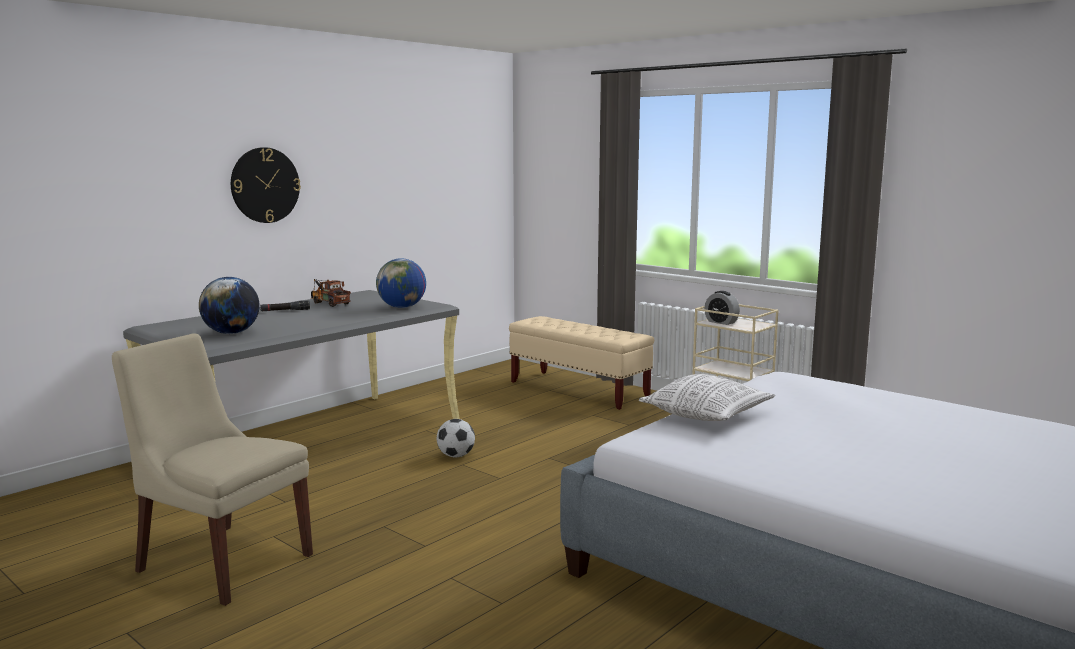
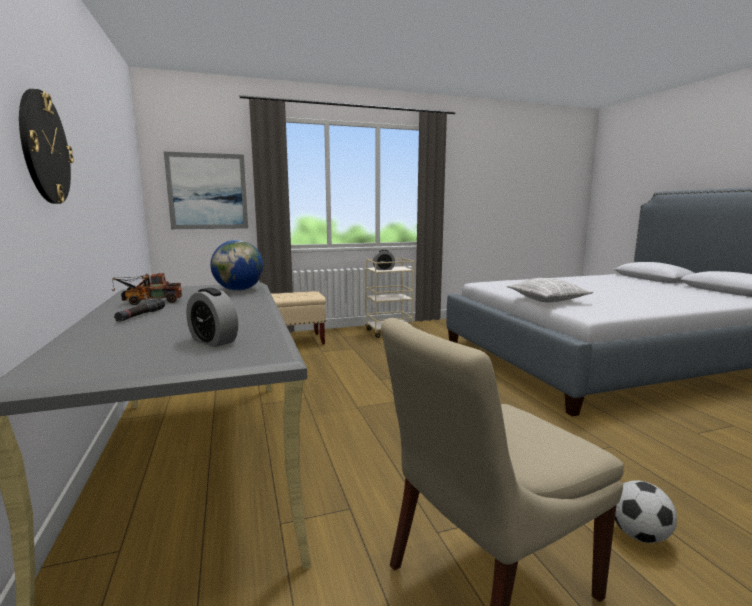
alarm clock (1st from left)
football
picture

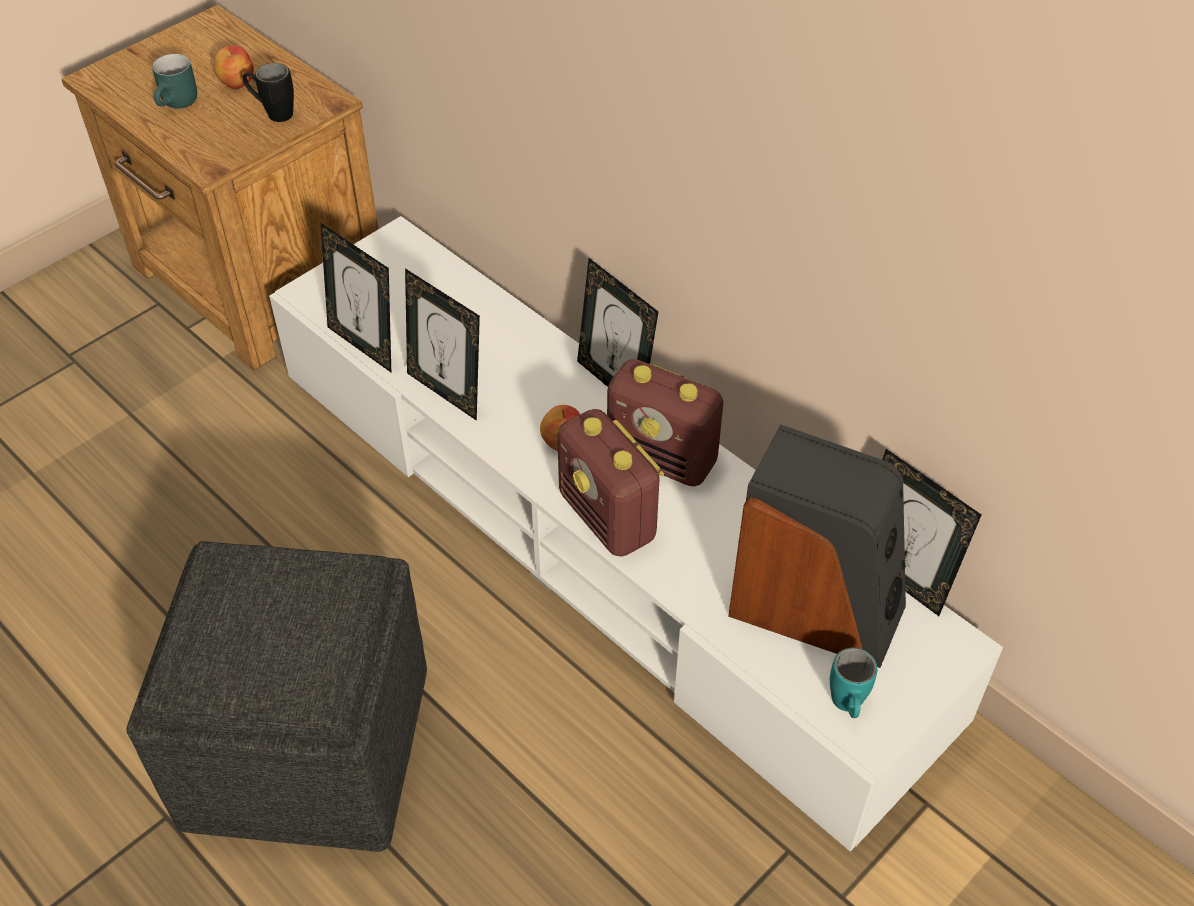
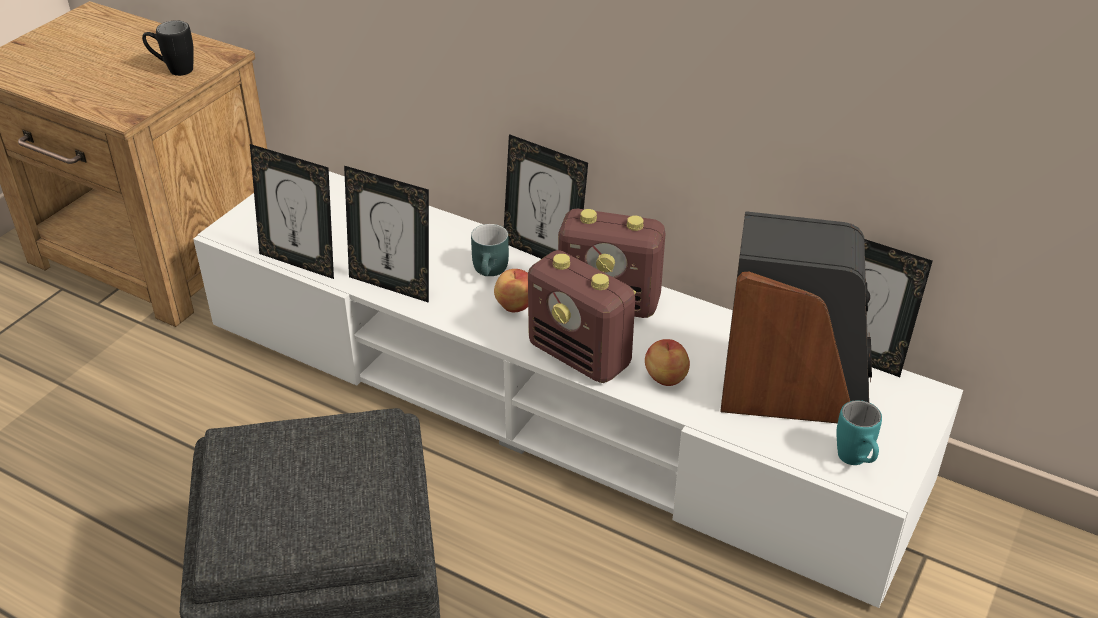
apple (2nd from left)
mug/turquoise (1st from left)

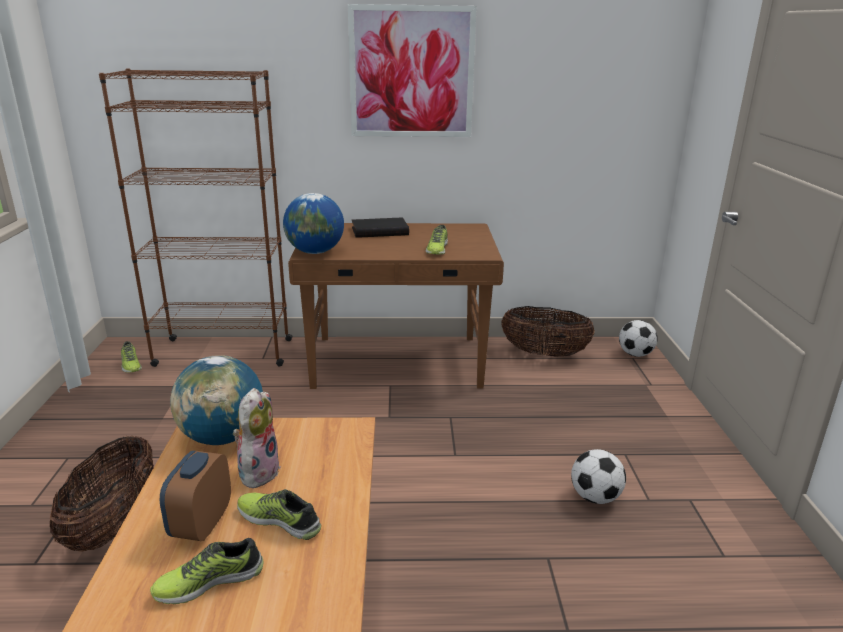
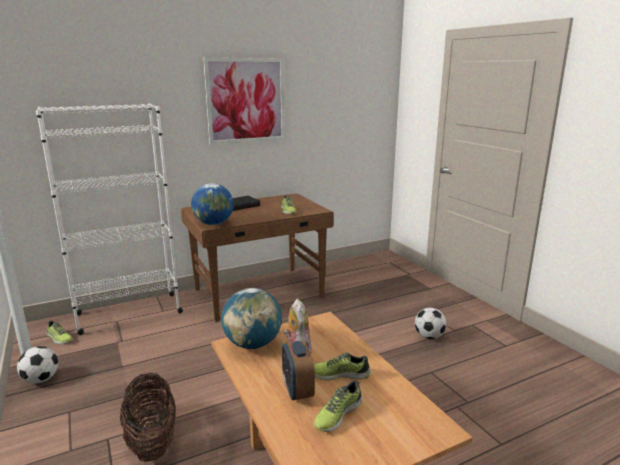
bookcase/white
basket (2nd from left in the first image)
football (1st from left)

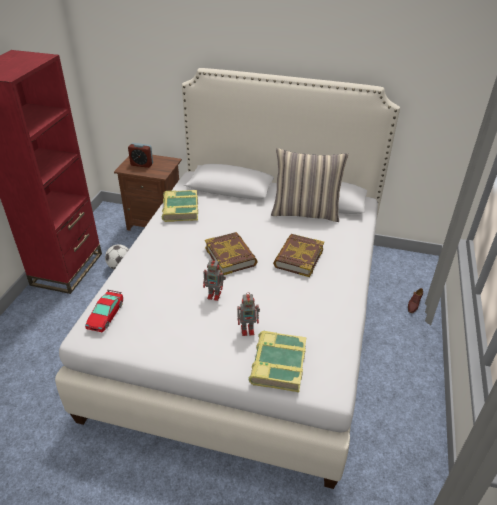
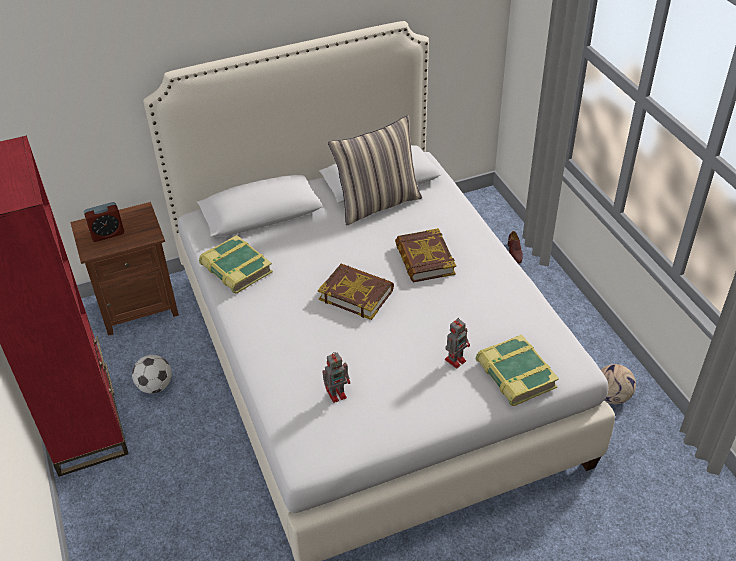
toy robot (1st from left)
toy car
football (2nd from left)

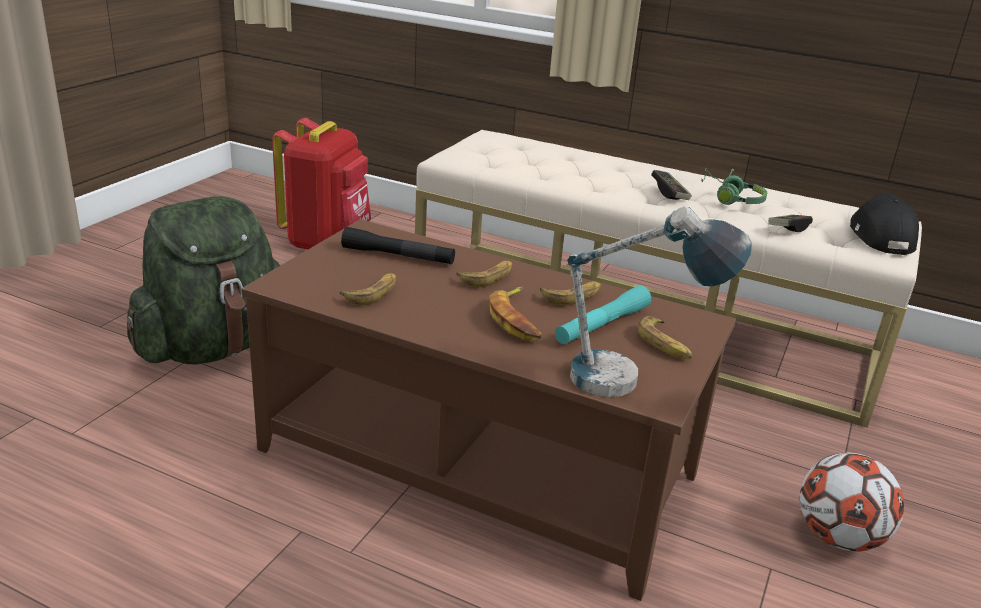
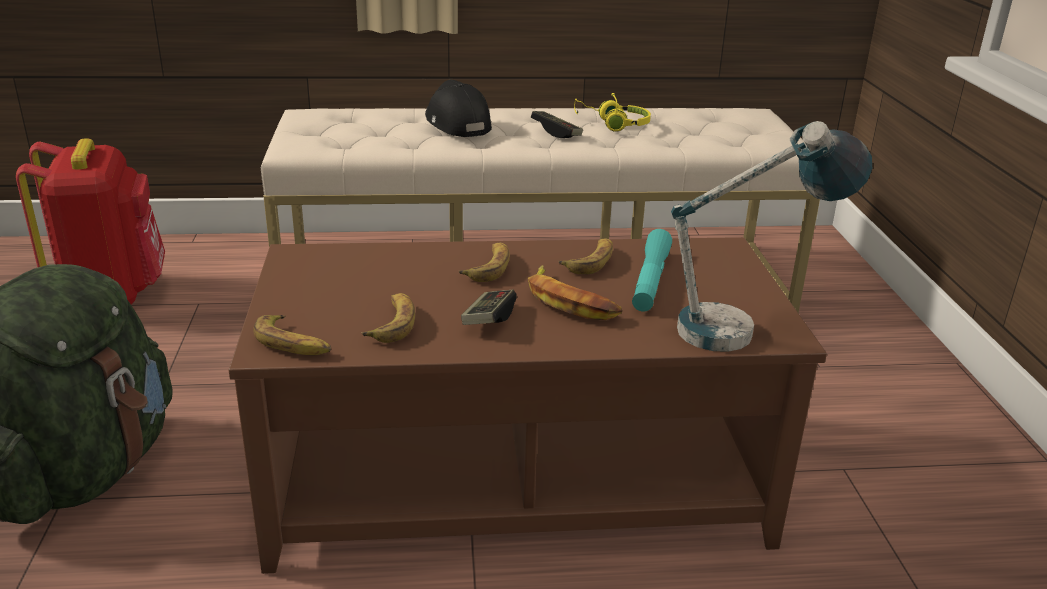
headphones/yellow
cap/black
game controller (1st from left)
flashlight/black
banana (1st from left)
football

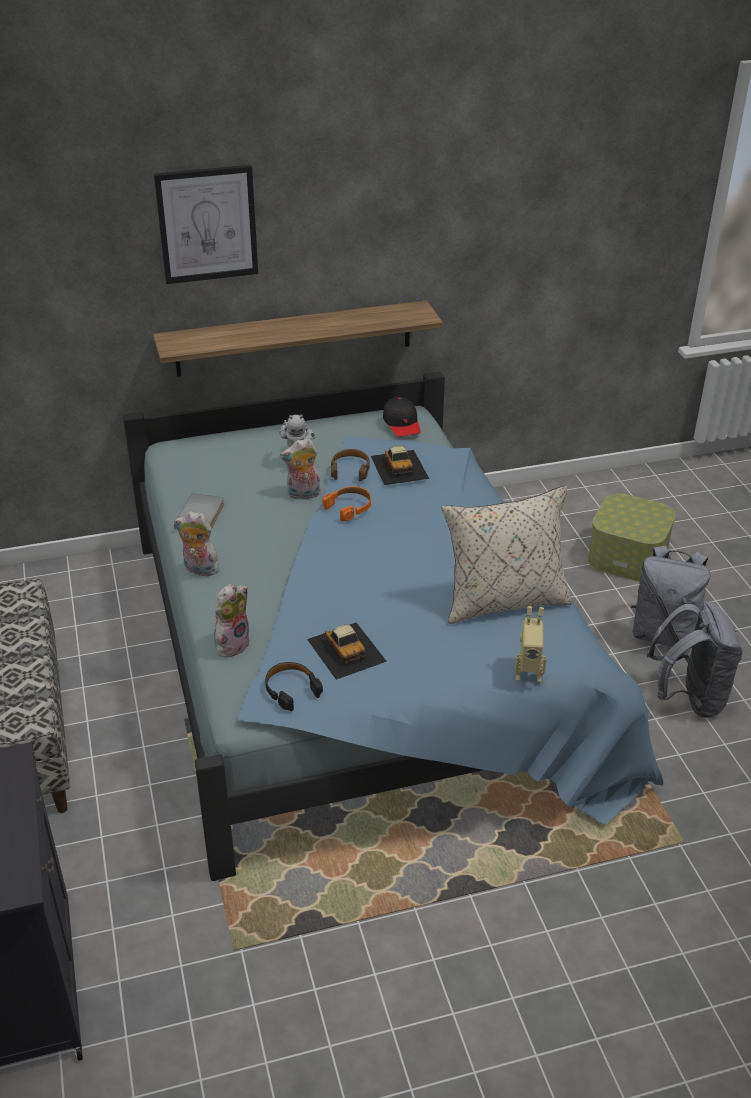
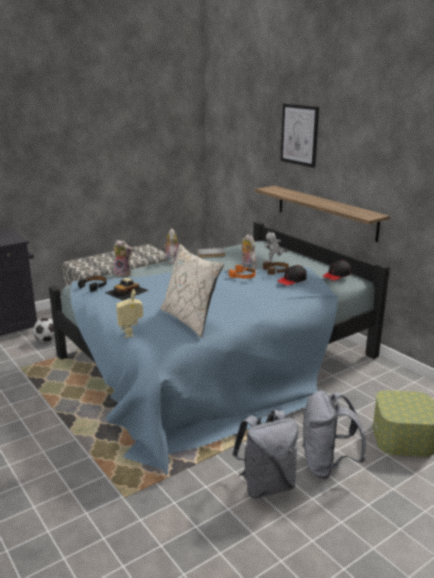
cap/black (1st from left)
football

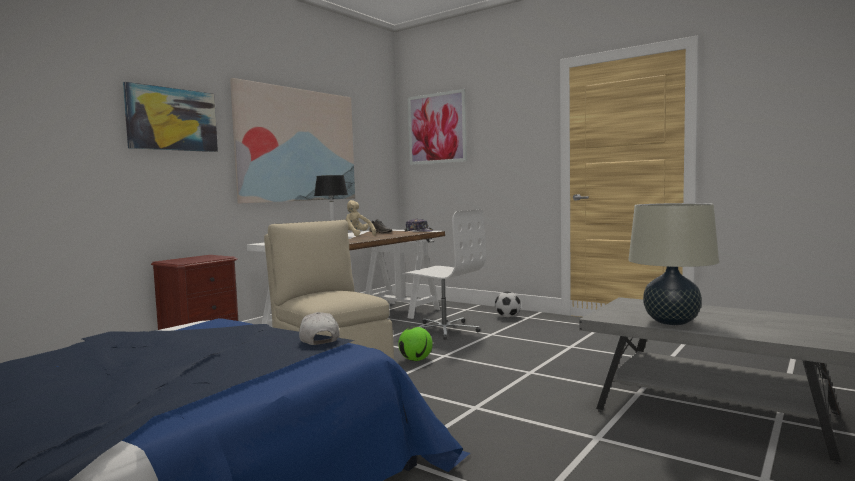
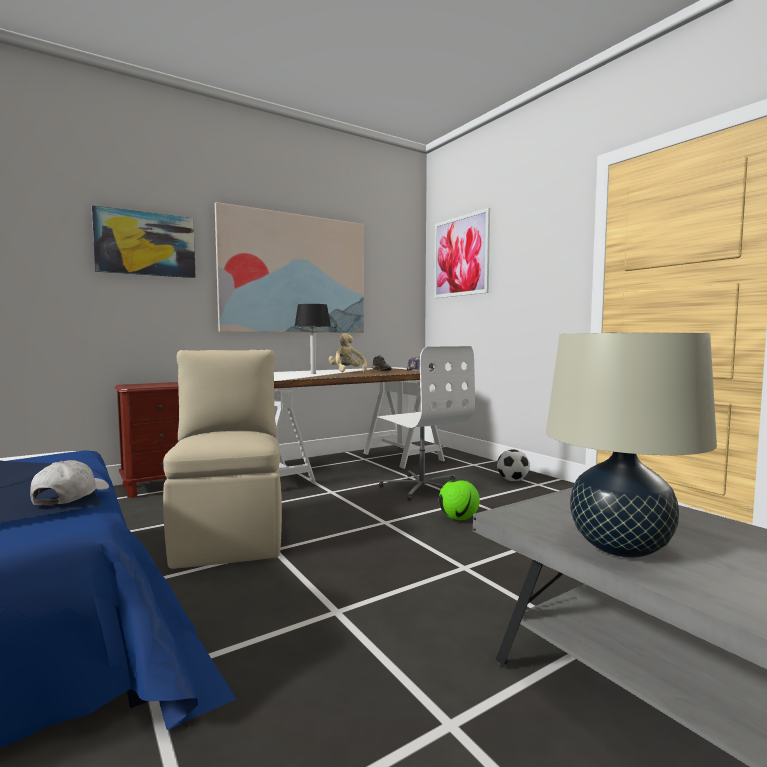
football (1st from left)

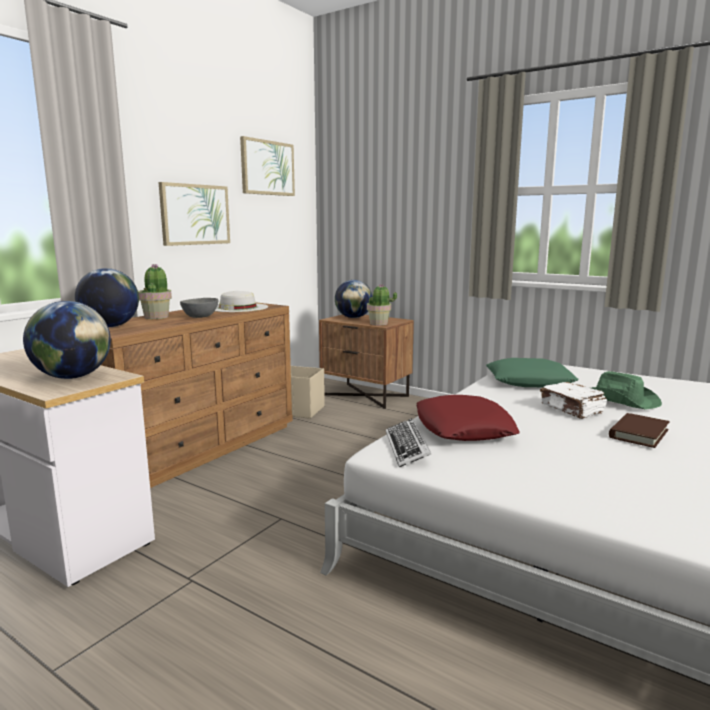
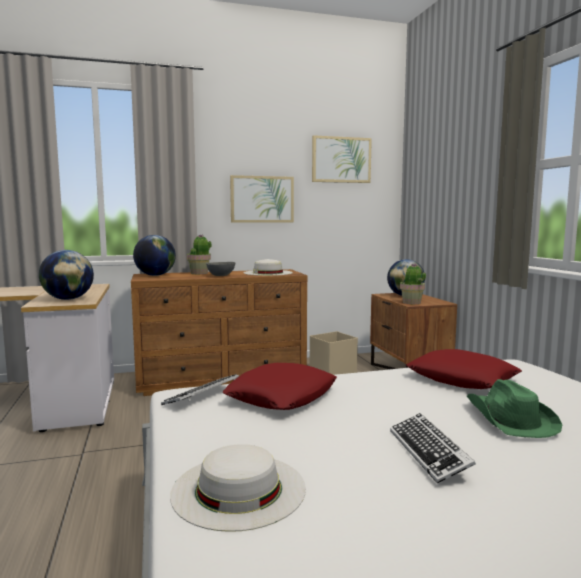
pillow/red (2nd from left)
book/white
keyboard (2nd from left)
hat/white (1st from left)

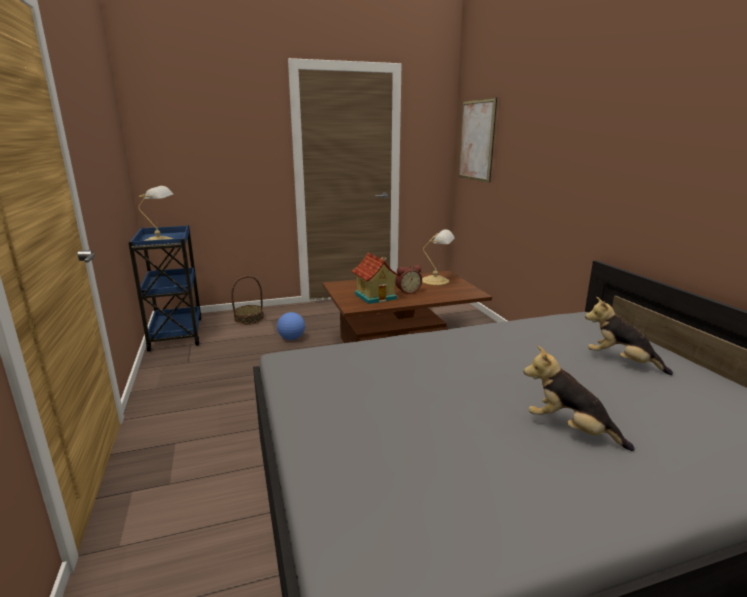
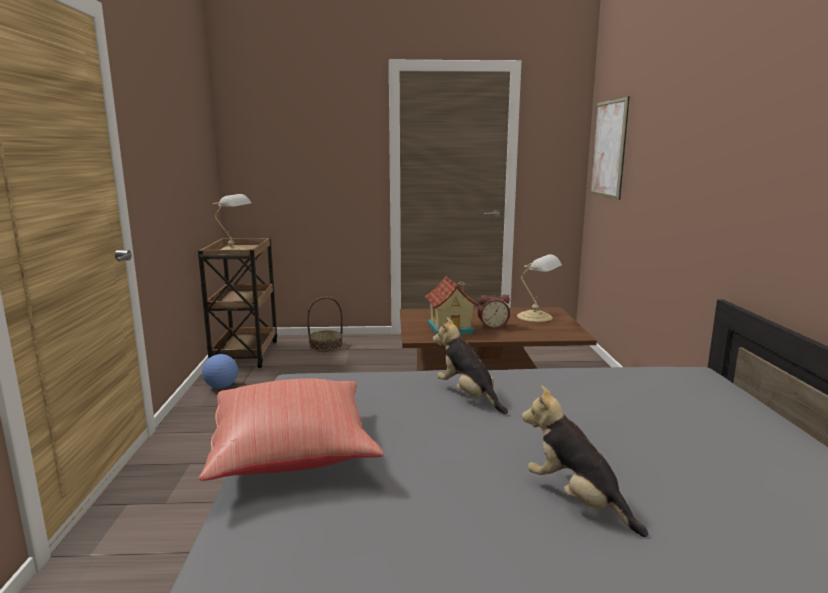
cart/brown
plush toy (1st from left)
football
pillow/red

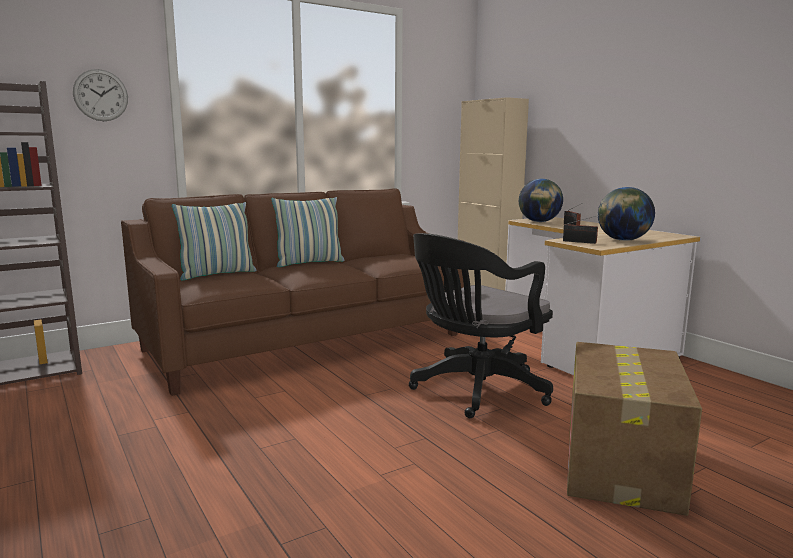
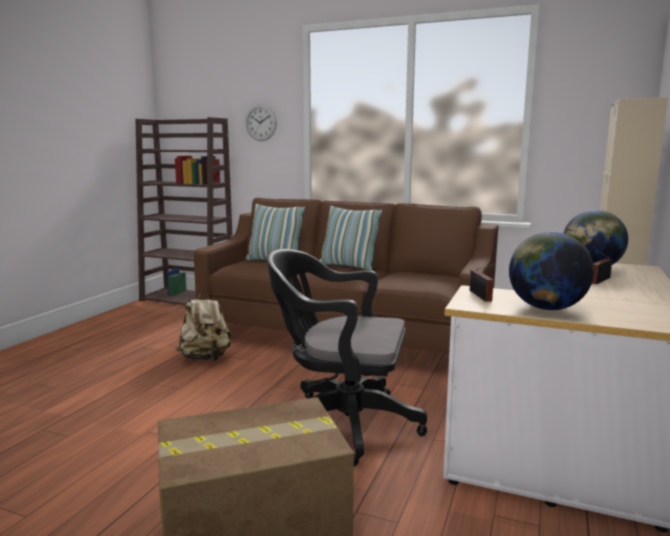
backpack/beige

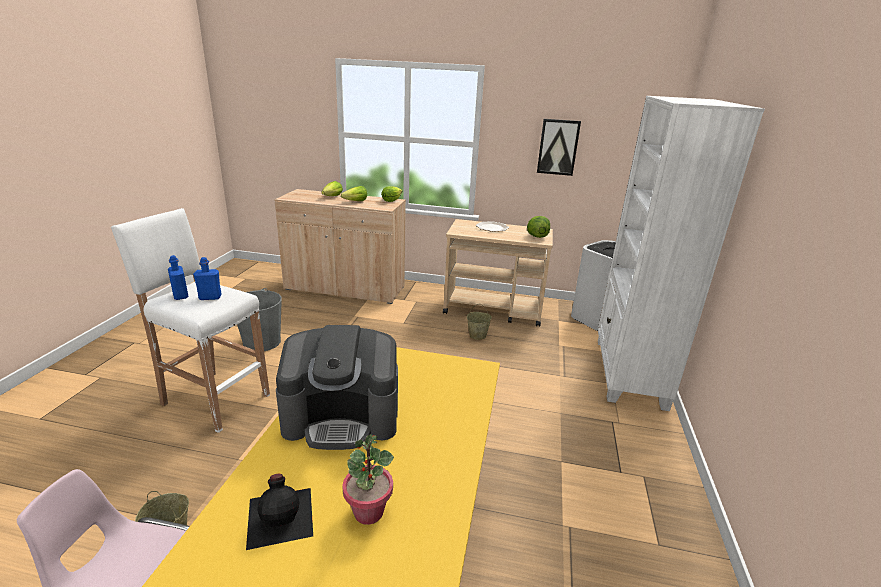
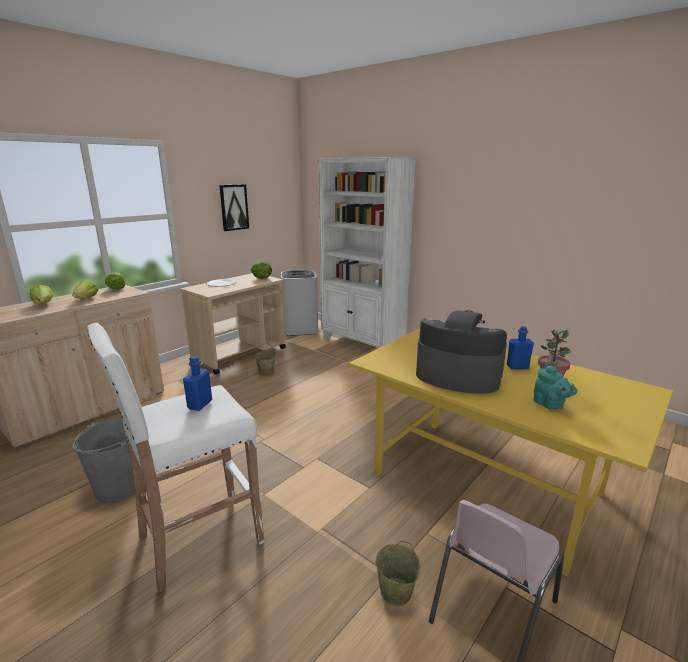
bottle/blue (2nd from left)
coffee machine
teapot/turquoise

